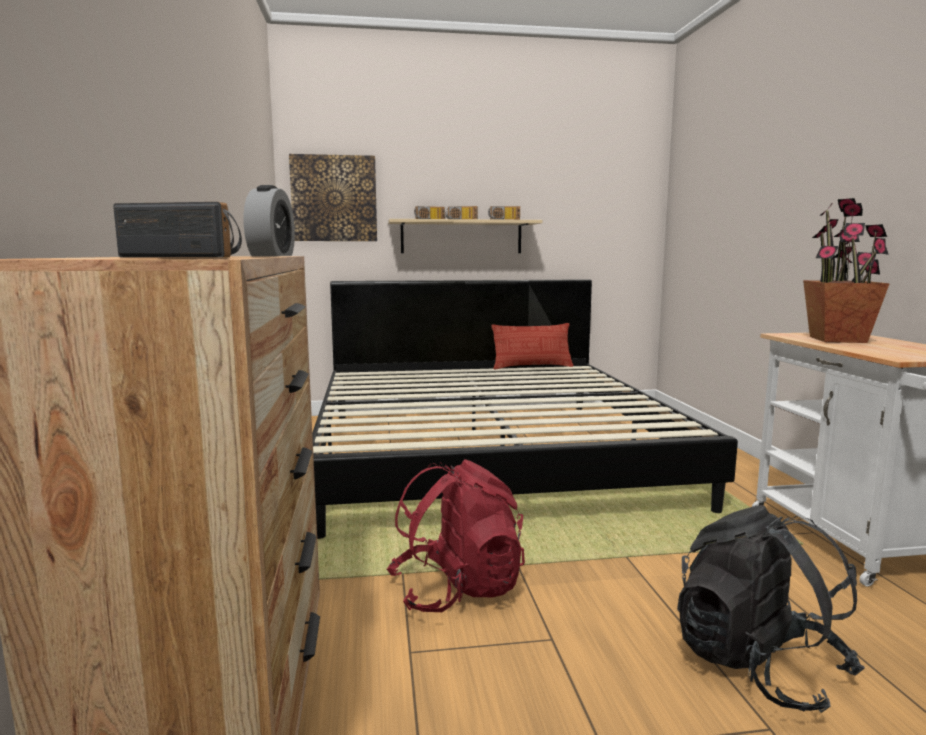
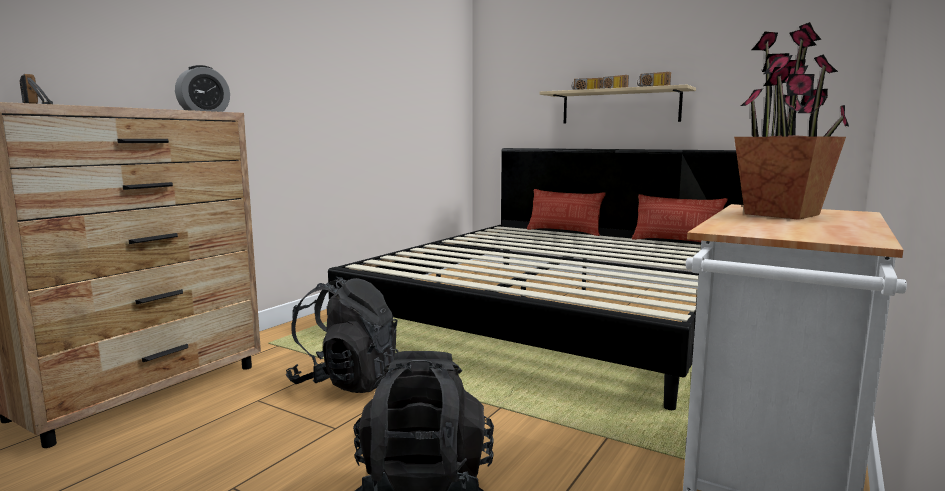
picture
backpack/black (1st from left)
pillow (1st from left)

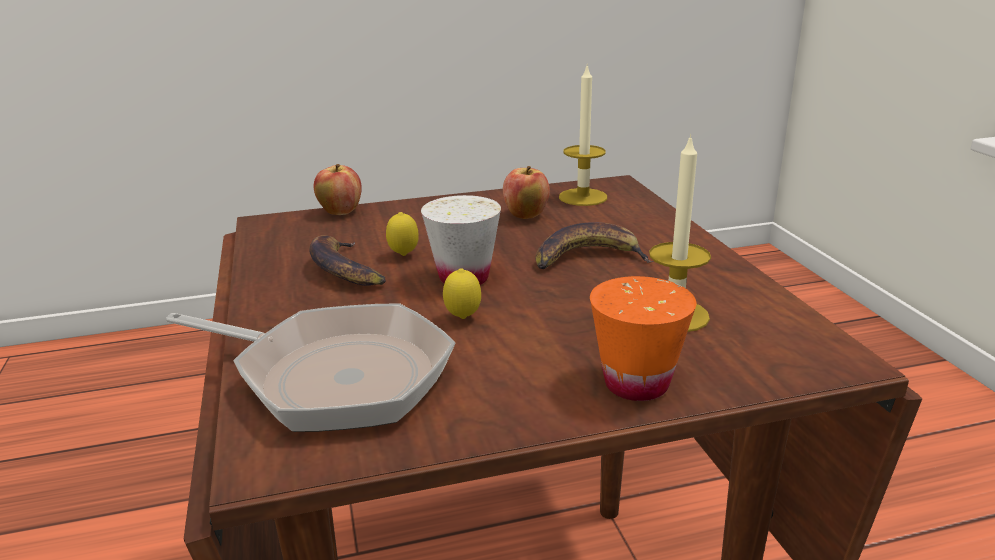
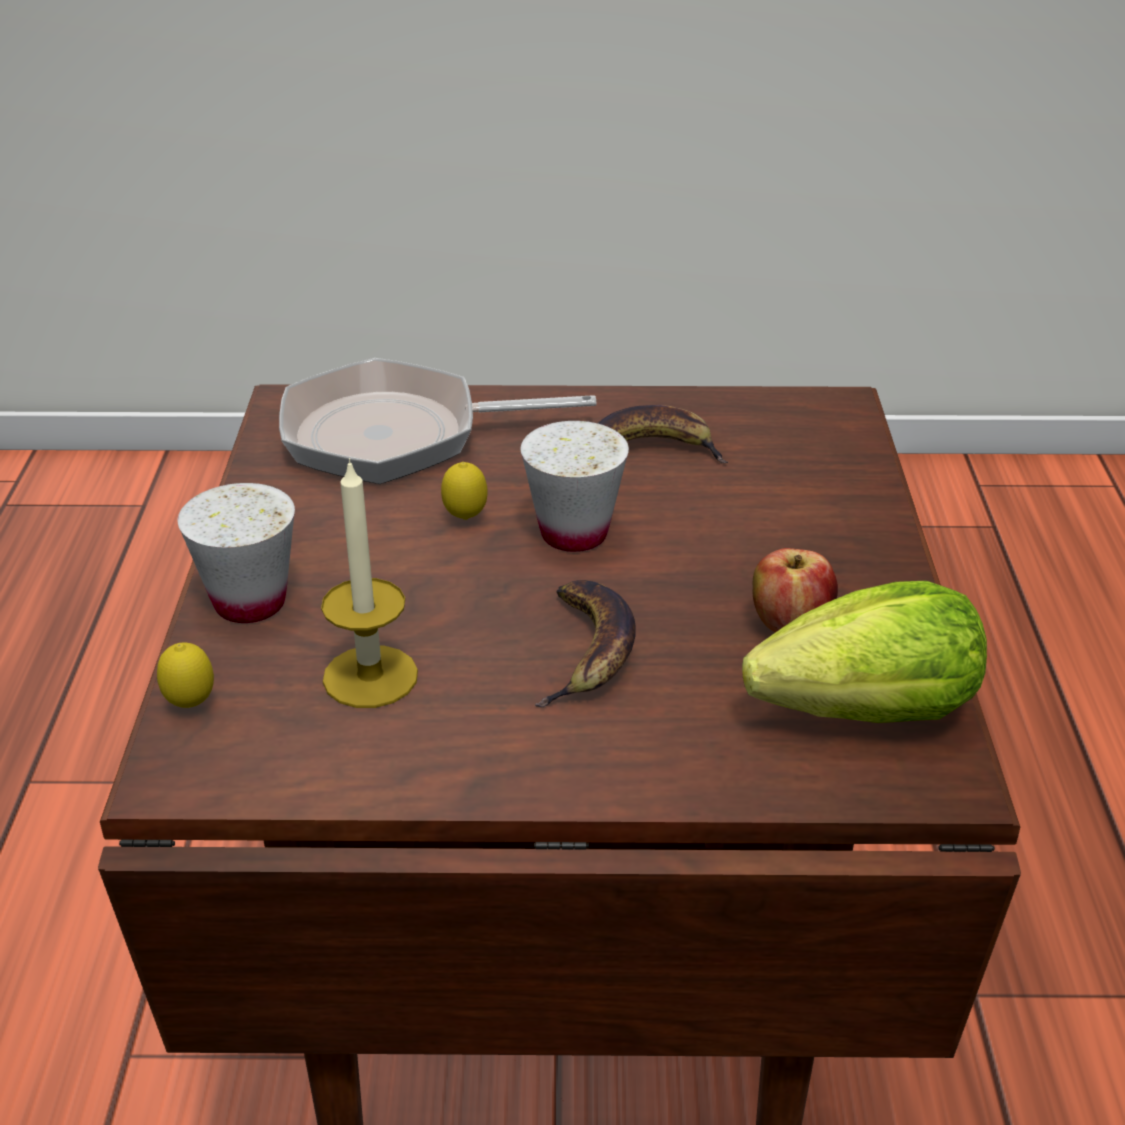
lettuce
apple (1st from left in the first image)
lemon (1st from left)
cup/white (1st from left)
frying pan

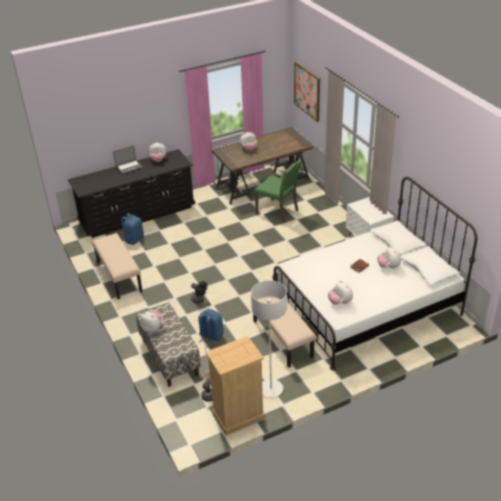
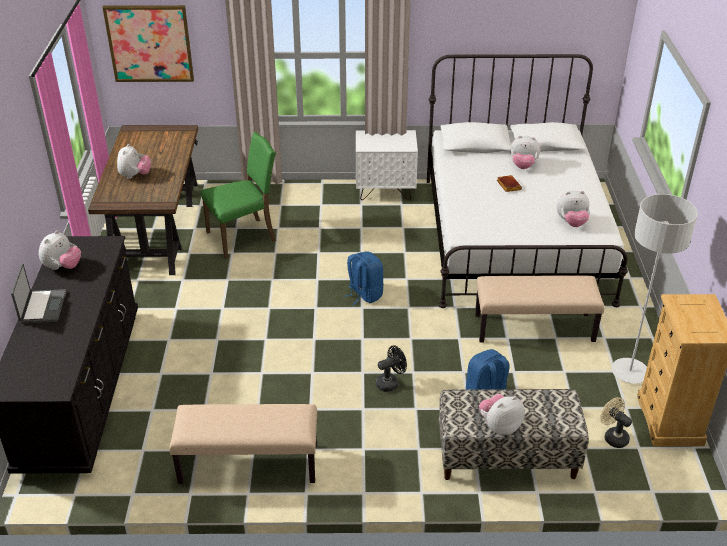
backpack/blue (1st from left)

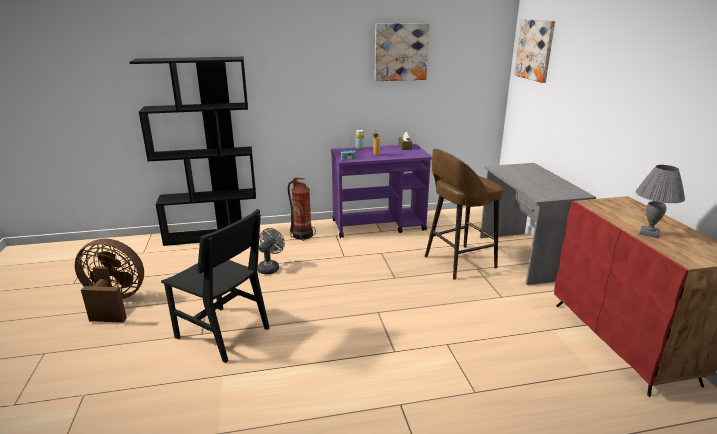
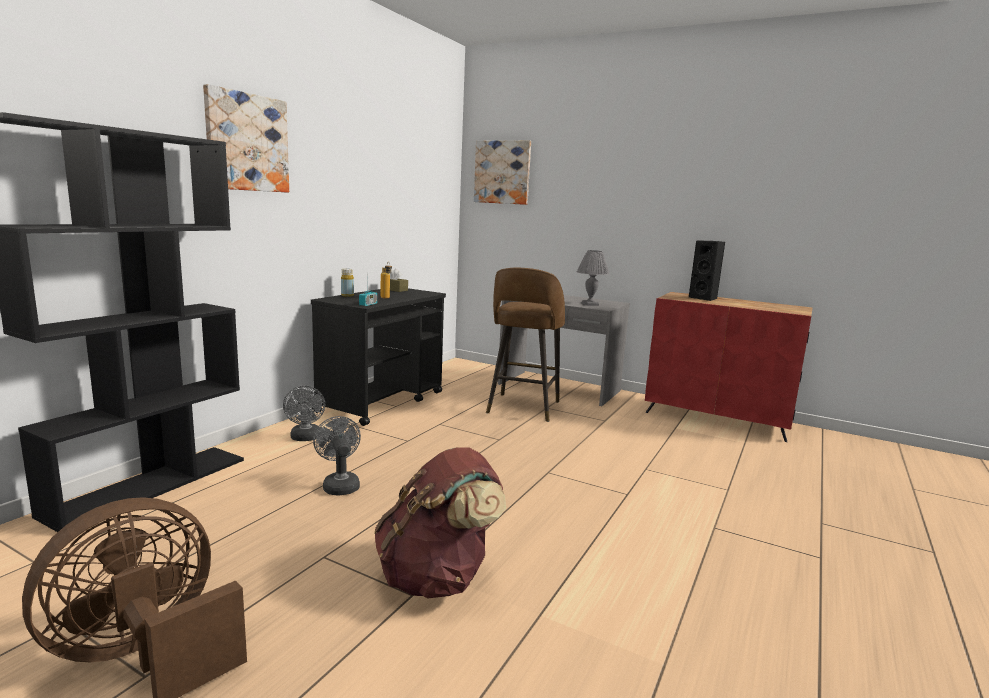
picture (1st from left)
cart/black
table lamp/grey
fan/grey (1st from left)
backpack/brown
speaker/black

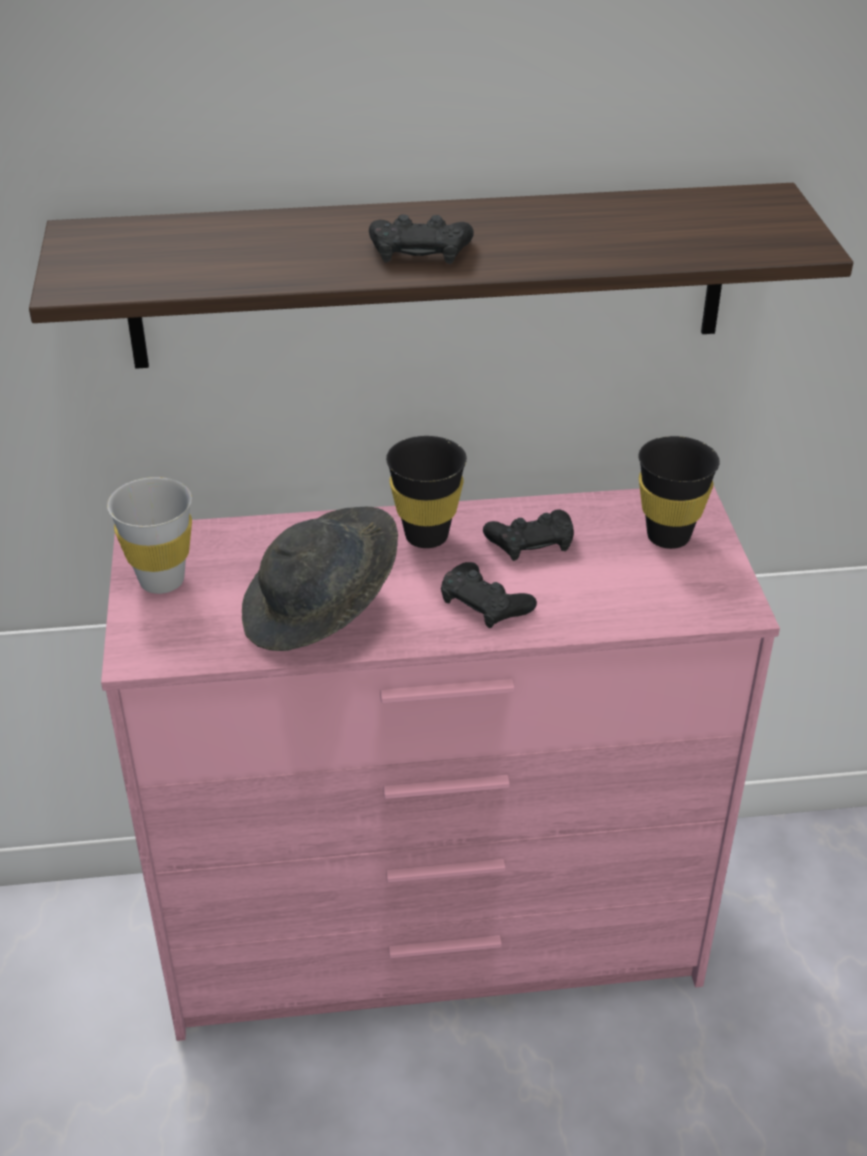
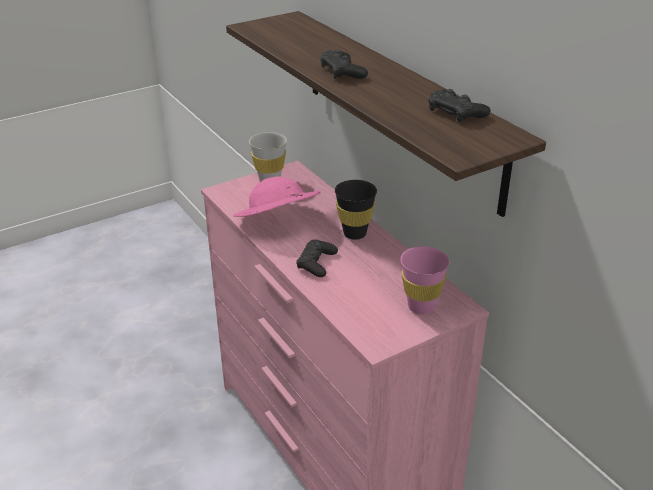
cup/pink
hat/pink
game controller/black (3rd from left)

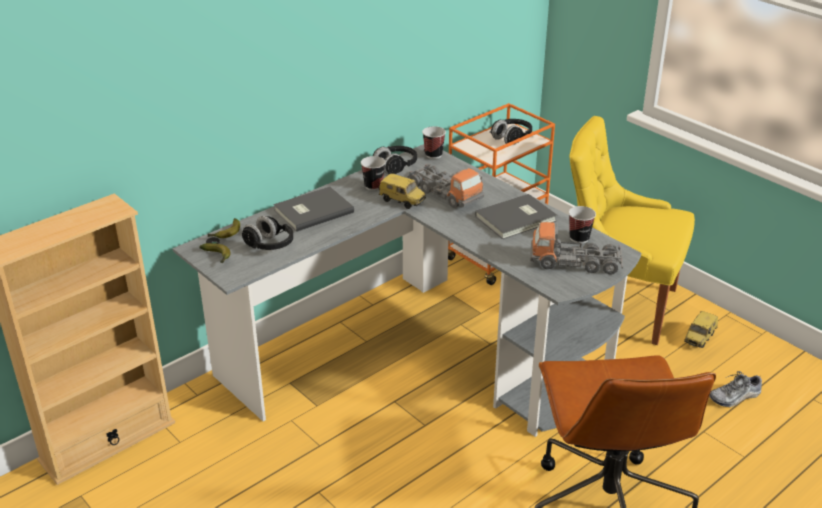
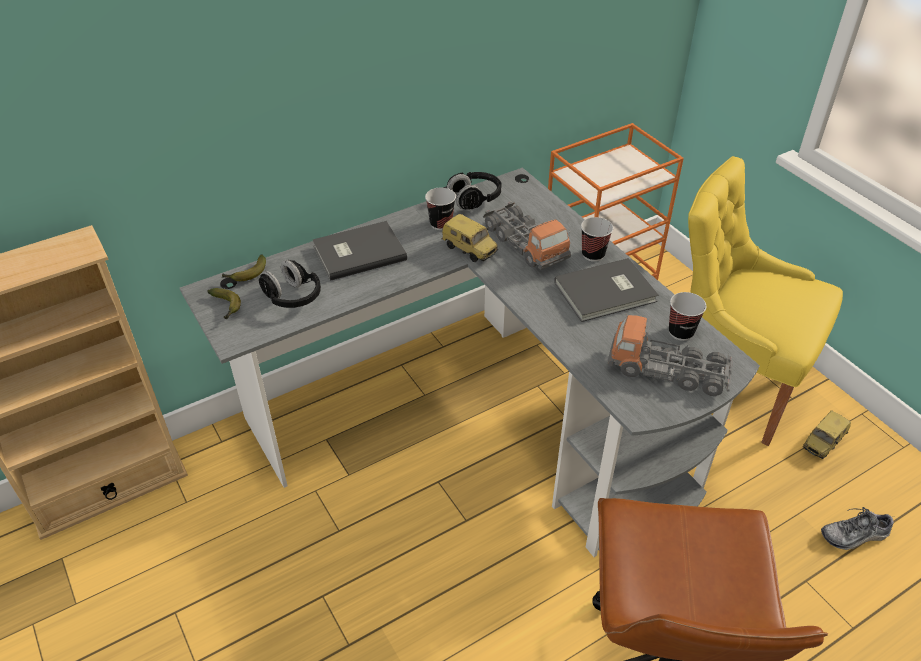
headphones/black (3rd from left in the first image)
cup (2nd from left)

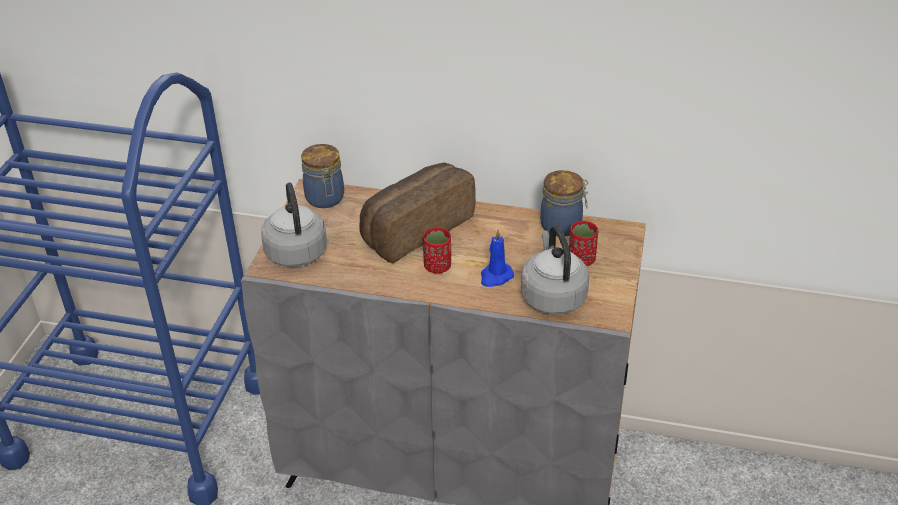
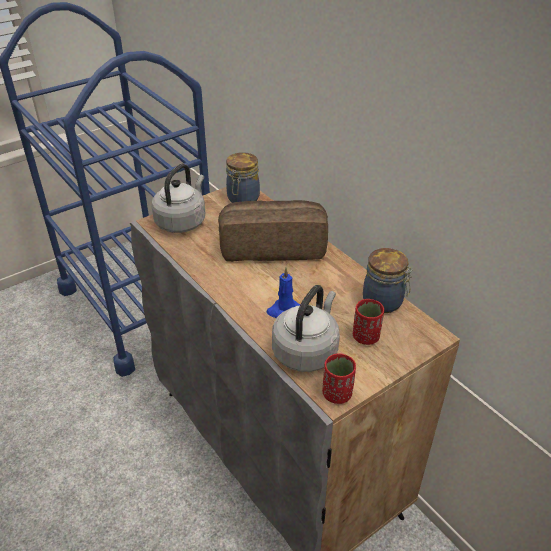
cup/red (1st from left)

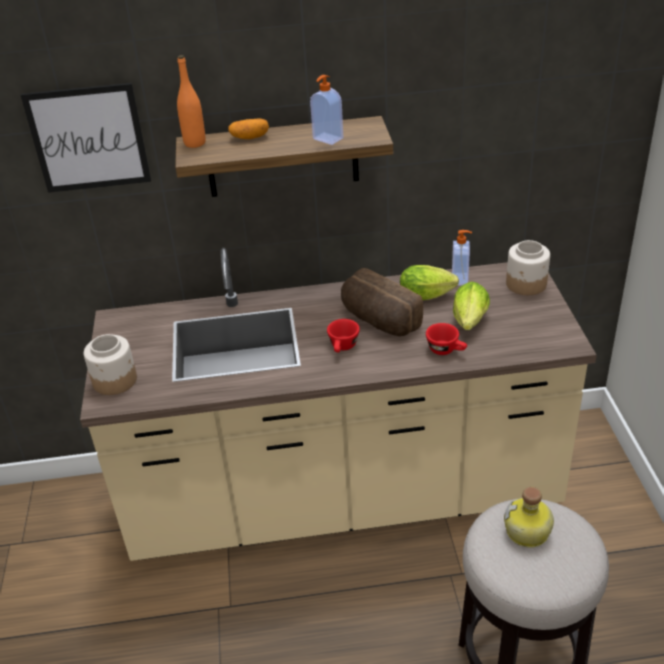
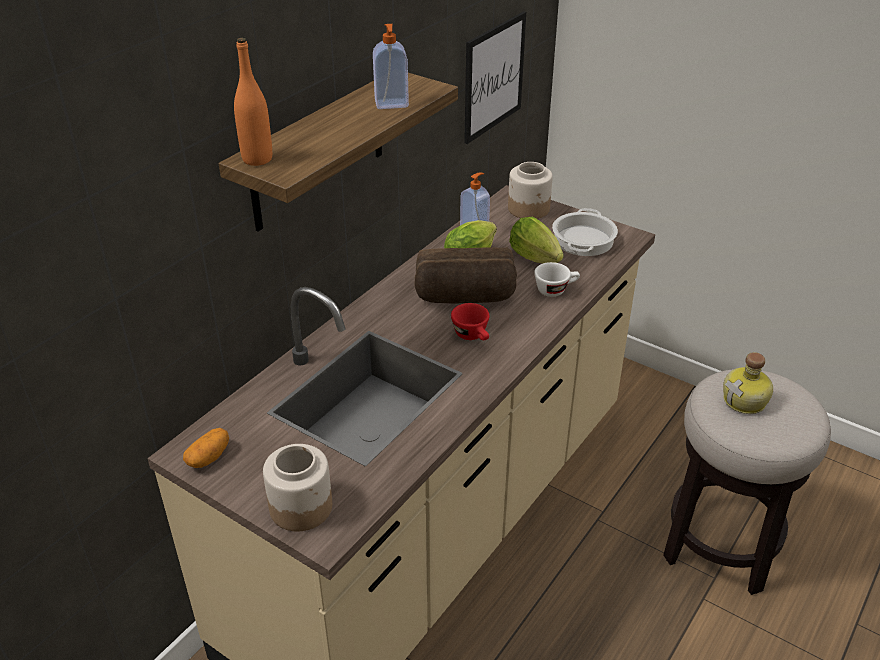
picture
potato
cup/white
cooking pot

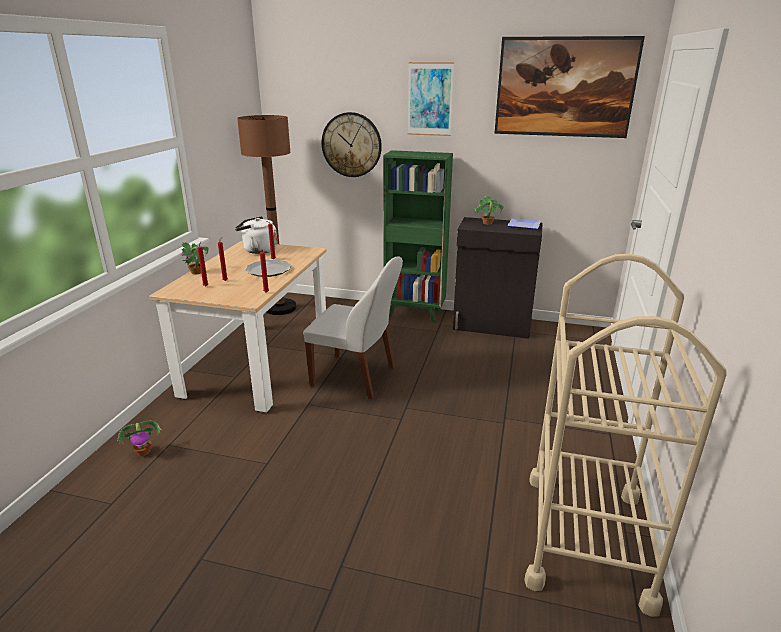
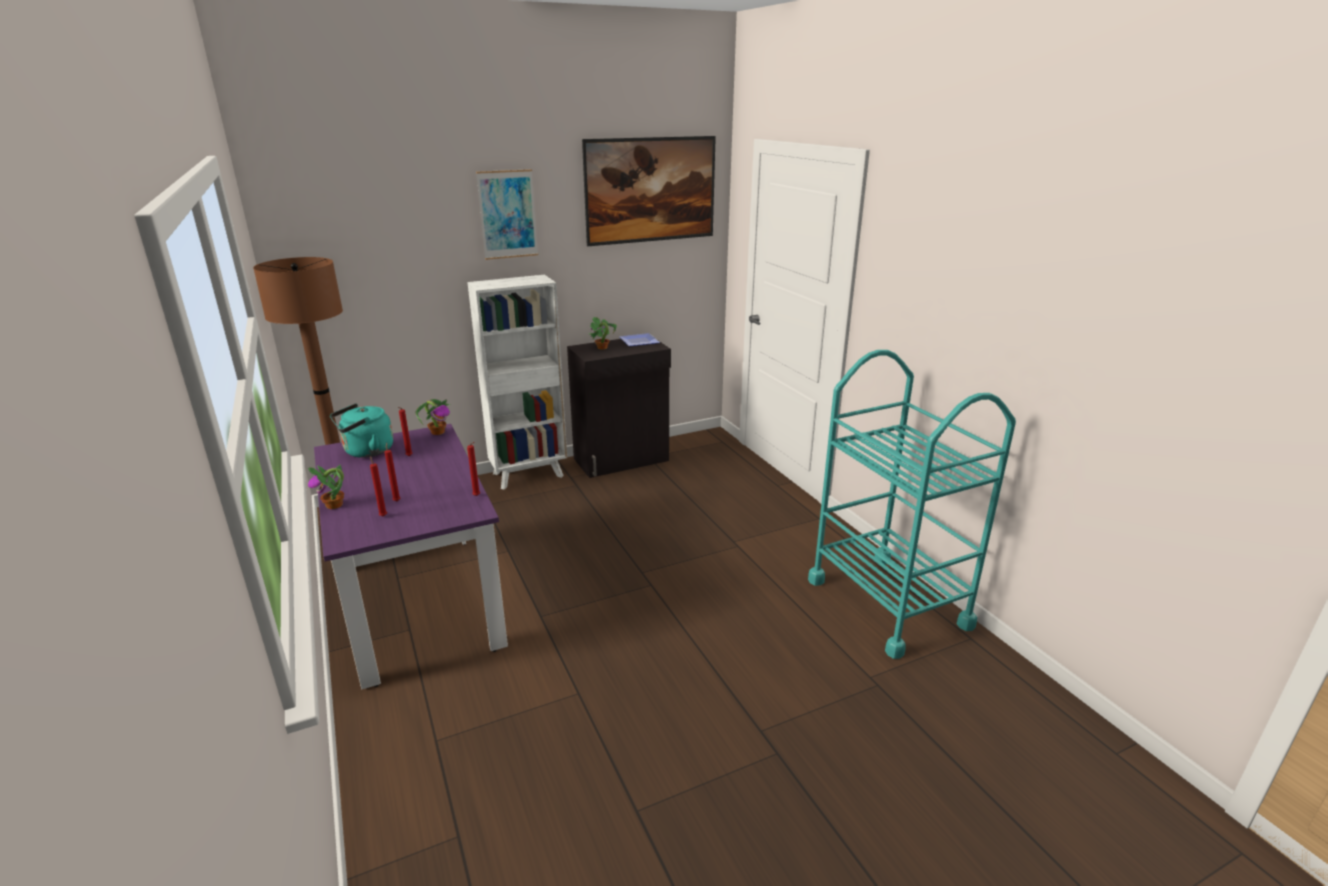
wall clock
bookcase/white
kettle/turquoise
dining table/purple
cart/turquoise
chair/white
plate (1st from left in the first image)
potted plant (2nd from left)

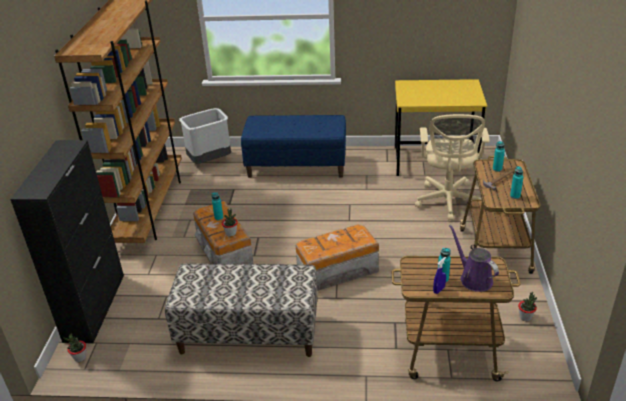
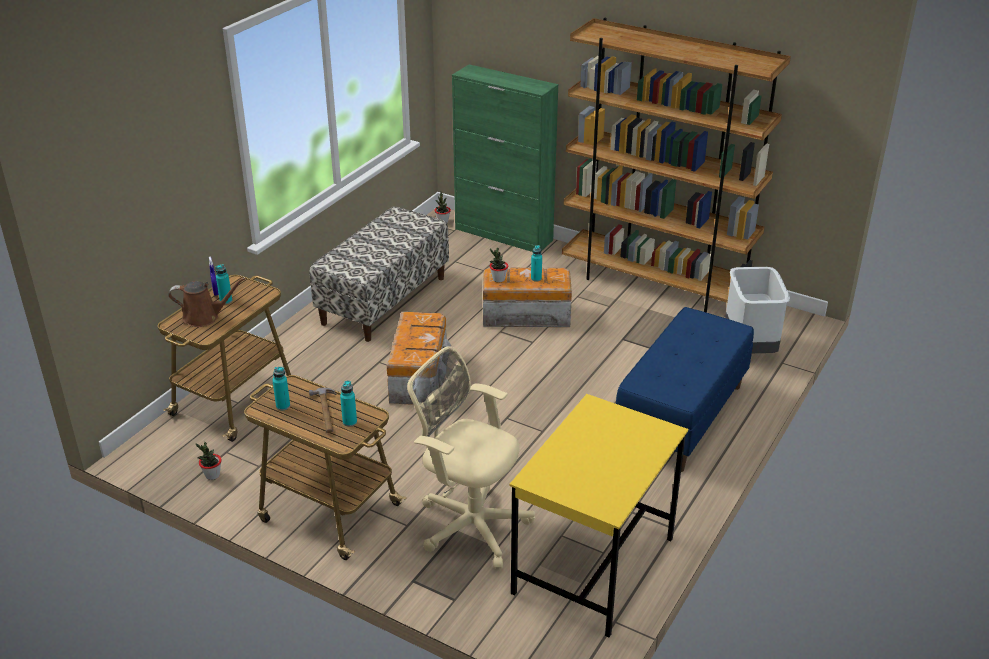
cabinet/green
watering can/brown

